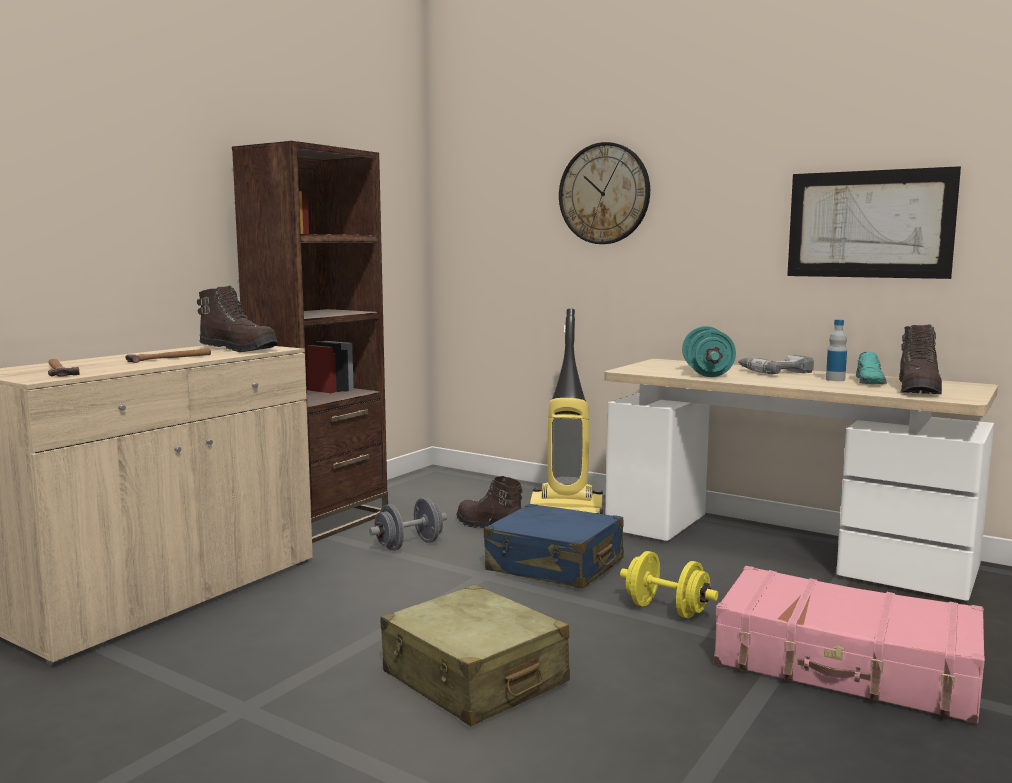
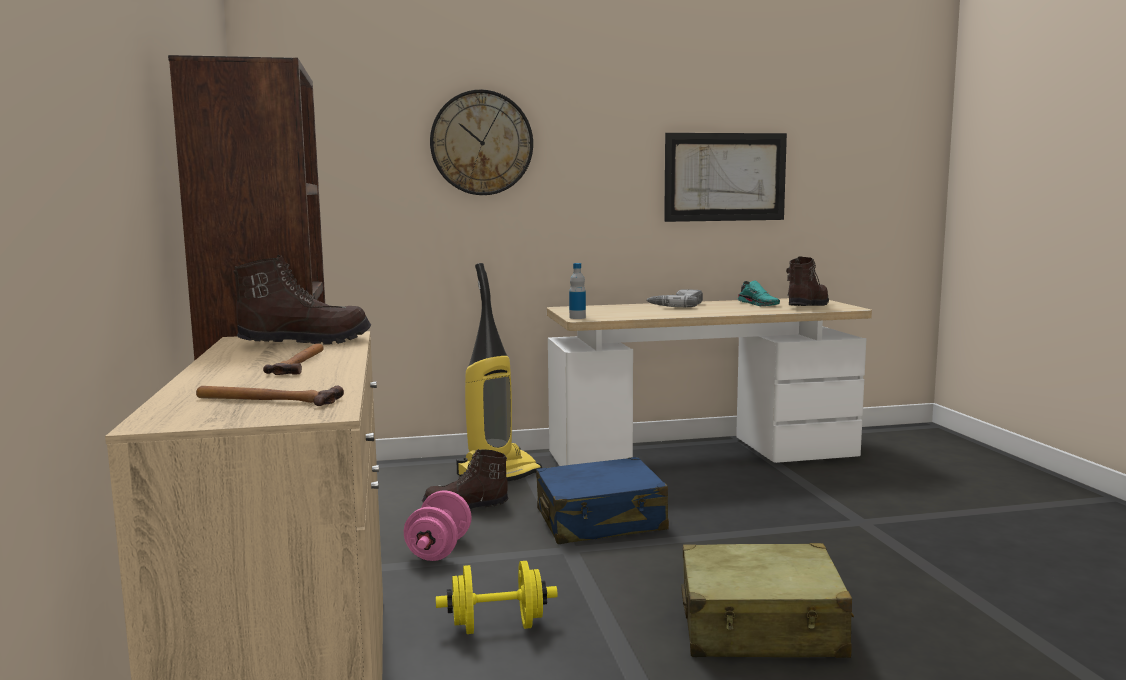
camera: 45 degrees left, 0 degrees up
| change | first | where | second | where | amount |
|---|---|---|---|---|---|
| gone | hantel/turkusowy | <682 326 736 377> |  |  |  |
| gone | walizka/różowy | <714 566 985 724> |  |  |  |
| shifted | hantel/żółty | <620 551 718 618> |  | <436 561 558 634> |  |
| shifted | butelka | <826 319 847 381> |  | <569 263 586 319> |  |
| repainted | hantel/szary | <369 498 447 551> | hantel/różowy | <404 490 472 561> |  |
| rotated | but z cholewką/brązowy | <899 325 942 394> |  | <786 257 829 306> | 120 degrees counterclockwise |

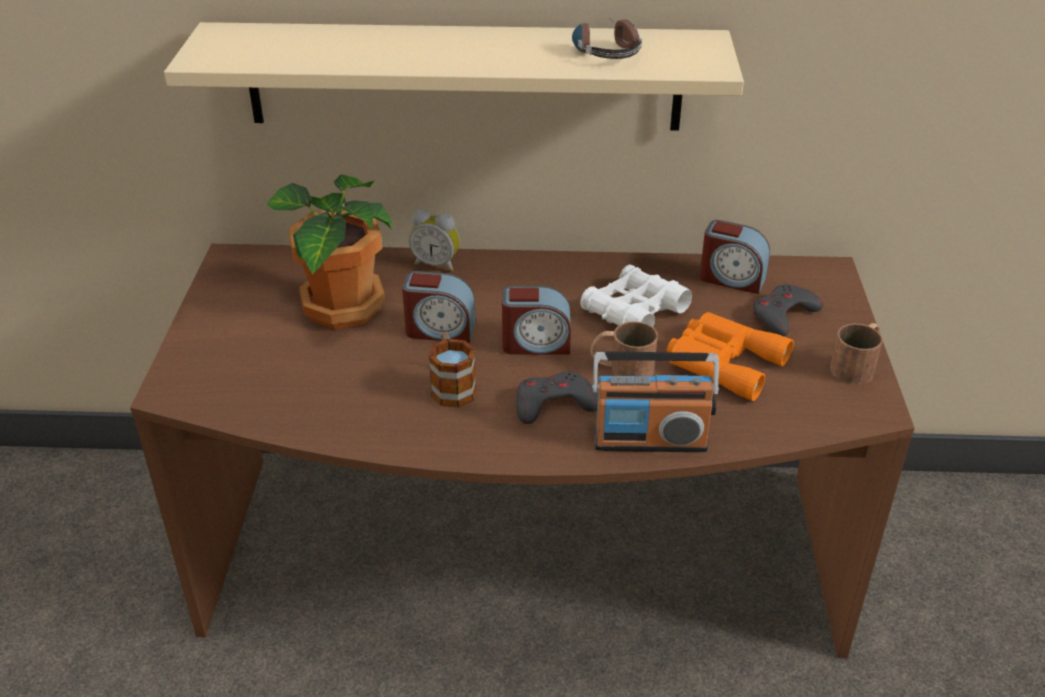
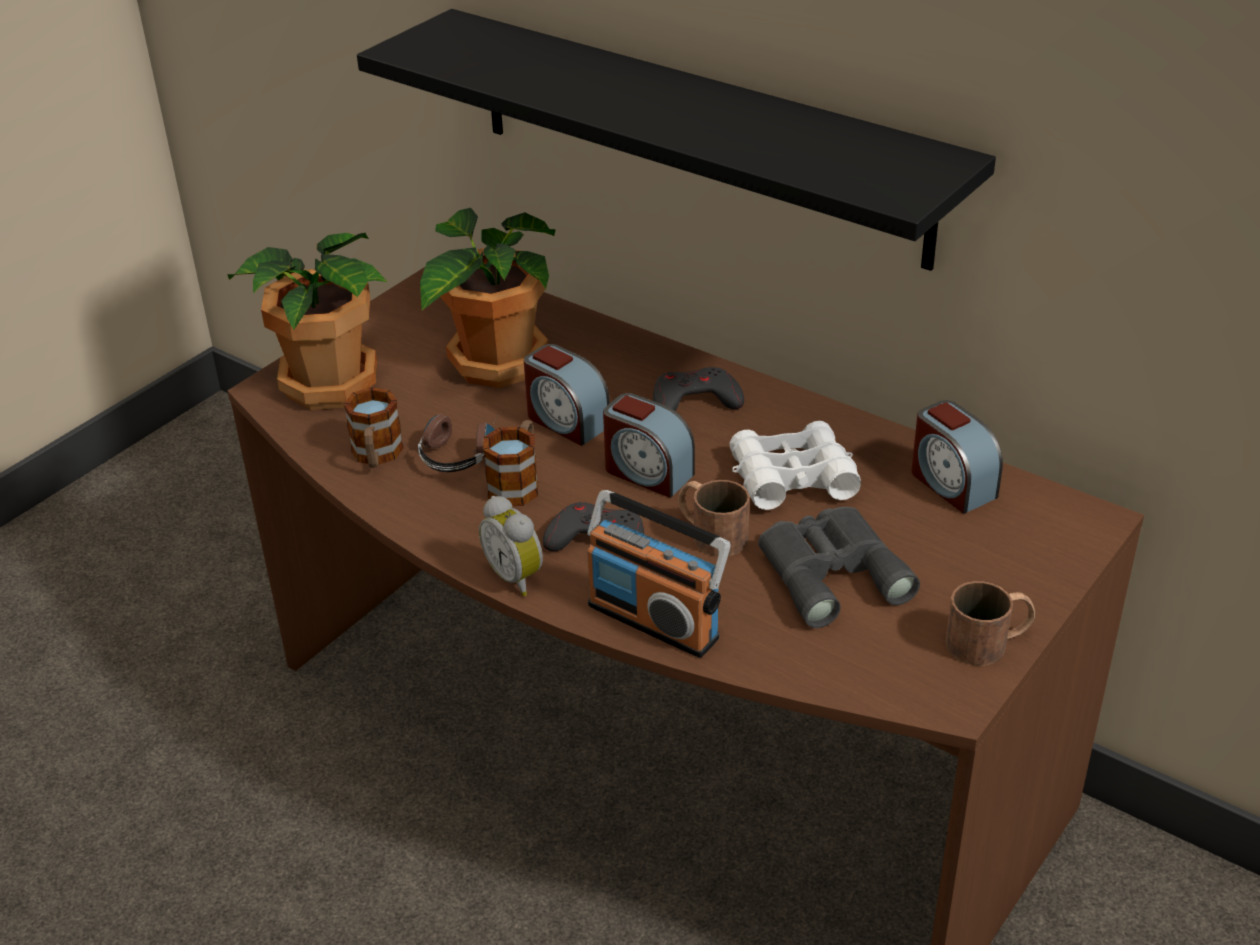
camera: 35 degrees right, 0 degrees up
| change | first | where | second | where | amount |
|---|---|---|---|---|---|
| new |  |  | roślina doniczkowa | <227 233 387 410> |  |
| new |  |  | kubek | <344 387 404 468> |  |
| shifted | budzik | <409 209 460 272> |  | <479 496 543 596> |  |
| shifted | słuchawki | <572 19 642 59> |  | <418 414 498 472> |  |
| shifted | pad do gier/szary | <753 284 823 336> |  | <653 367 744 412> |  |
| repainted | półka/beżowy | <164 22 744 131> | półka/czarny | <357 9 996 271> |  |
| repainted | lornetka/pomarańczowy | <667 312 794 401> | lornetka/szary | <758 507 920 628> |  |

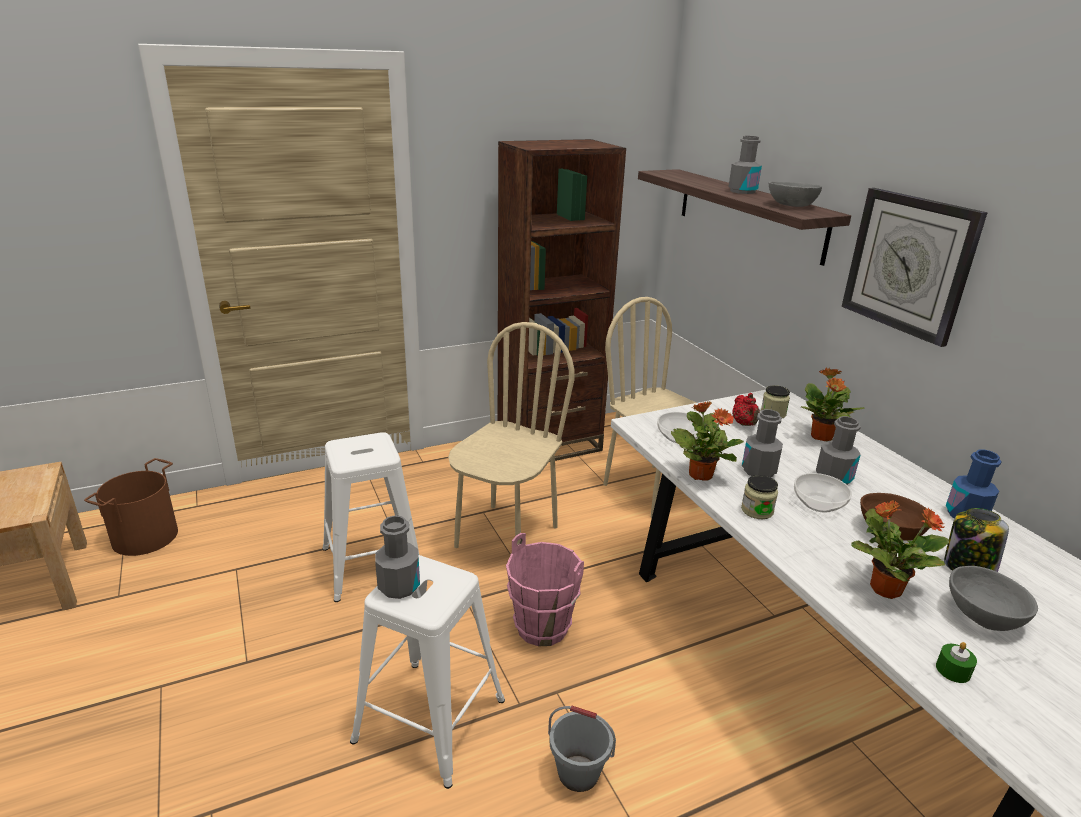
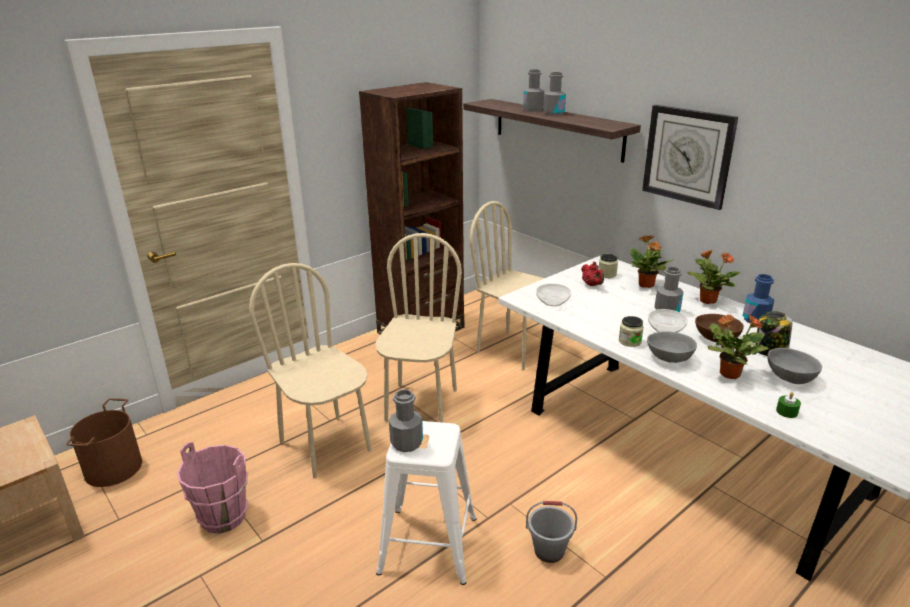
camera: 15 degrees left, 0 degrees up
| change | first | where | second | where | amount |
|---|---|---|---|---|---|
| shifted | wiadro/różowy | <506 533 584 646> |  | <177 442 248 534> |  |
| shifted | roślina doniczkowa | <671 401 744 481> |  | <687 249 741 304> |  |
| shifted | butelka/szary | <742 409 783 477> |  | <523 69 544 112> |  |
| shifted | miska/szary | <769 181 822 207> |  | <647 331 697 363> |  |
| swapped | stołek/biały | <322 432 419 602> | krzesło/beżowy | <249 263 371 478> |  |

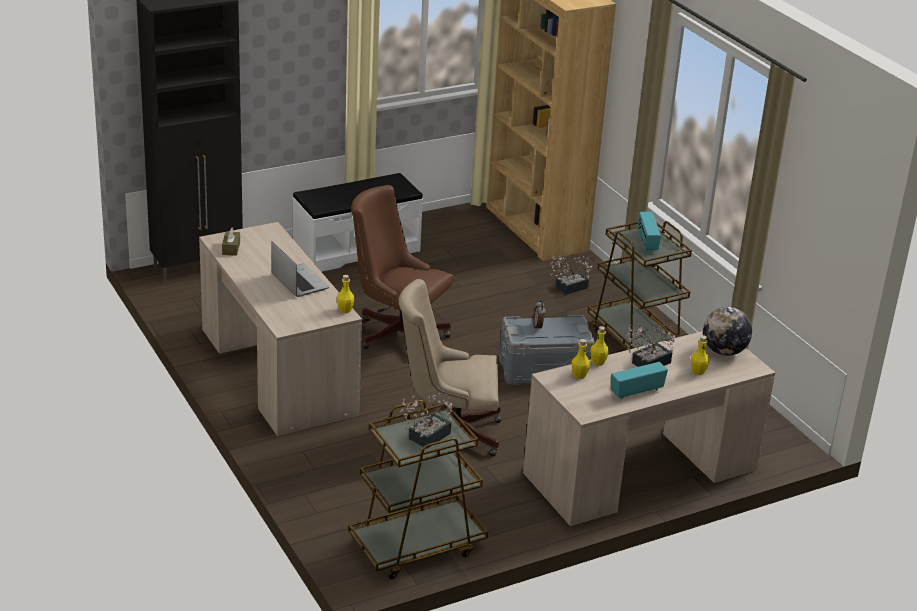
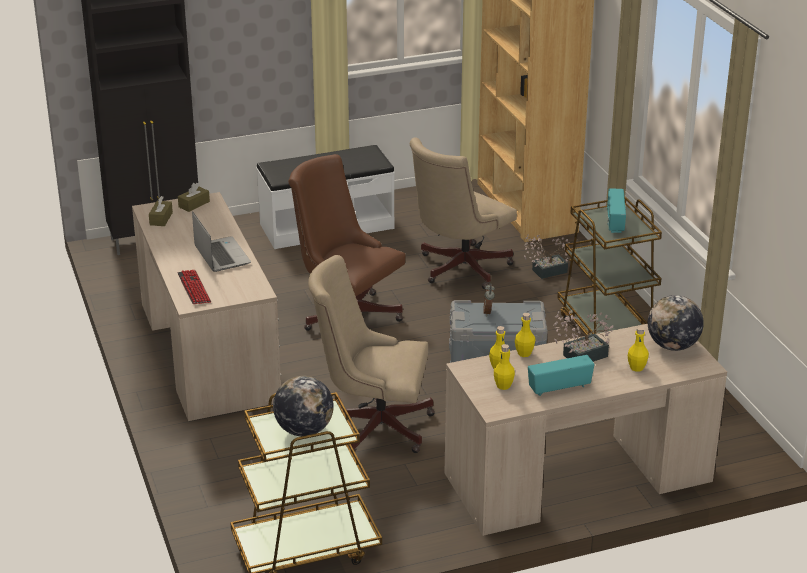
camera: 10 degrees right, 0 degrees up
| change | first | where | second | where | amount |
|---|---|---|---|---|---|
| new |  |  | klawiatura | <177 270 211 304> |  |
| new |  |  | pudełko chusteczek/brązowy | <178 183 210 212> |  |
| new |  |  | krzesło biurowe/beżowy | <410 137 517 289> |  |
| shifted | butelka/żółty | <337 275 354 313> |  | <494 344 515 390> |  |
| swapped | roślina doniczkowa | <399 392 453 449> | globus | <273 376 334 437> |  |

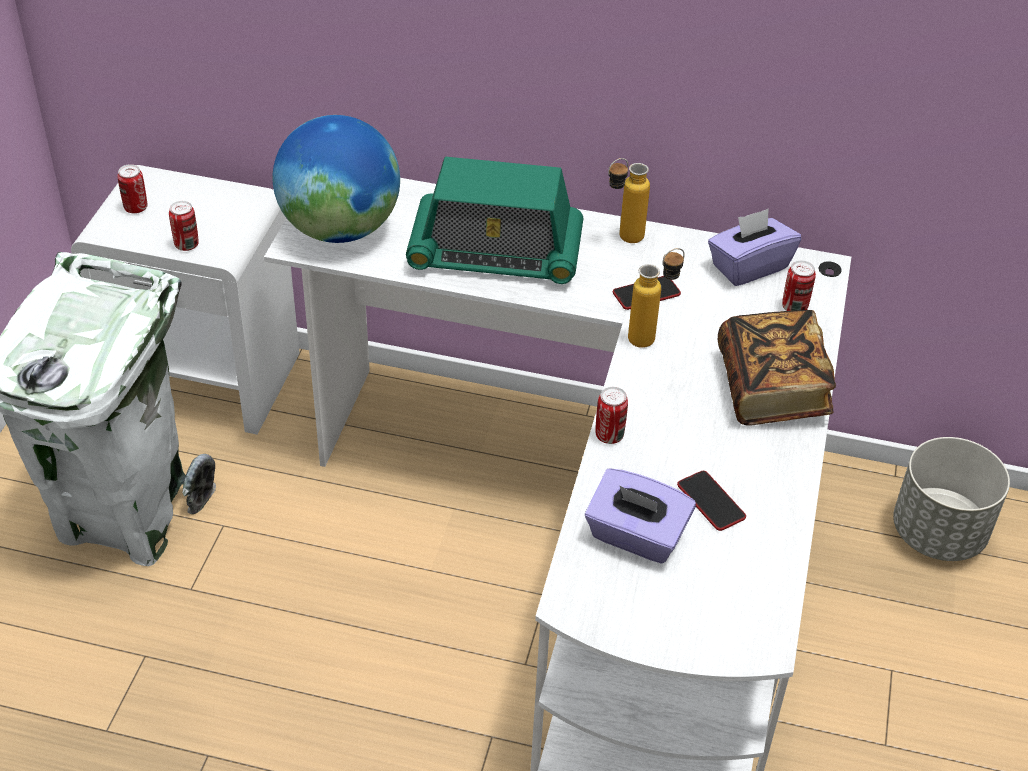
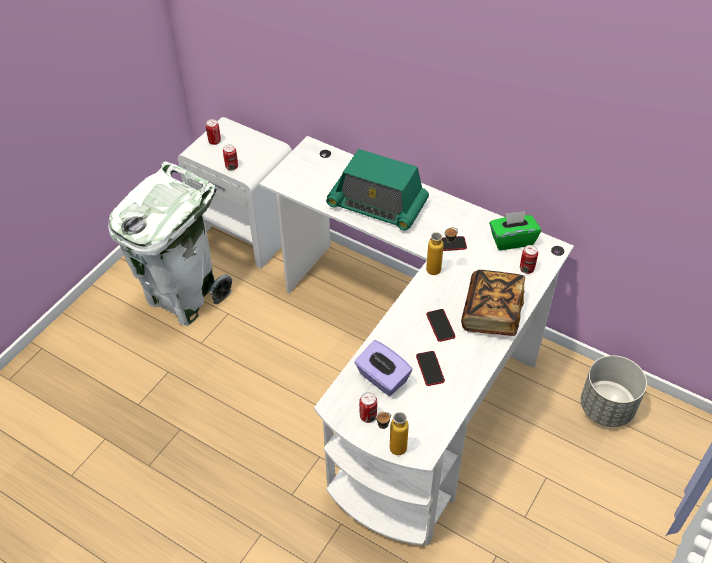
camera: 20 degrees right, 5 degrees up
| change | first | where | second | where | amount |
|---|---|---|---|---|---|
| gone | globus | <273 115 400 243> |  |  |  |
| new |  |  | telefon | <426 309 455 342> |  |
| shifted | puszka | <595 387 628 444> |  | <359 392 377 423> |  |
| shifted | butelka | <608 158 650 243> |  | <376 412 409 455> |  |
| repainted | pudełko chusteczek/fioletowy | <708 208 801 286> | pudełko chusteczek/zielony | <489 211 541 250> |  |

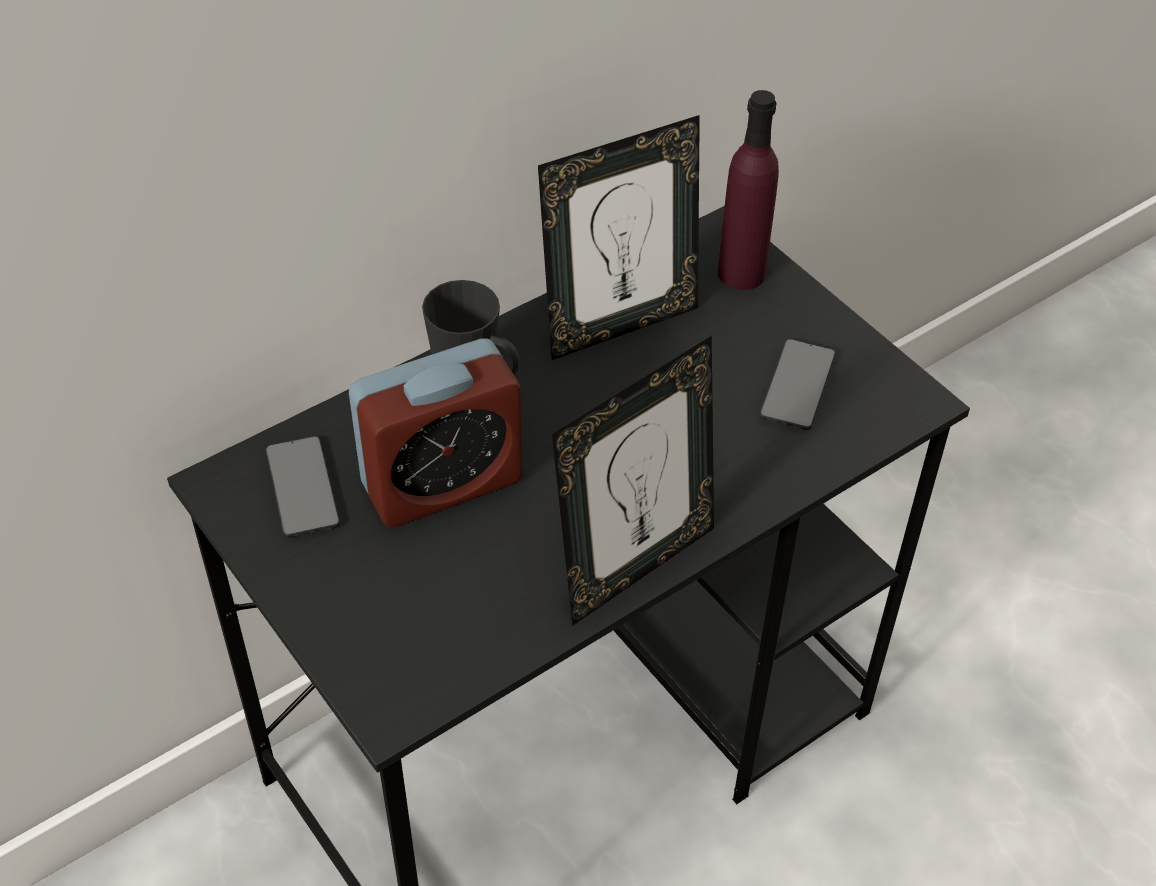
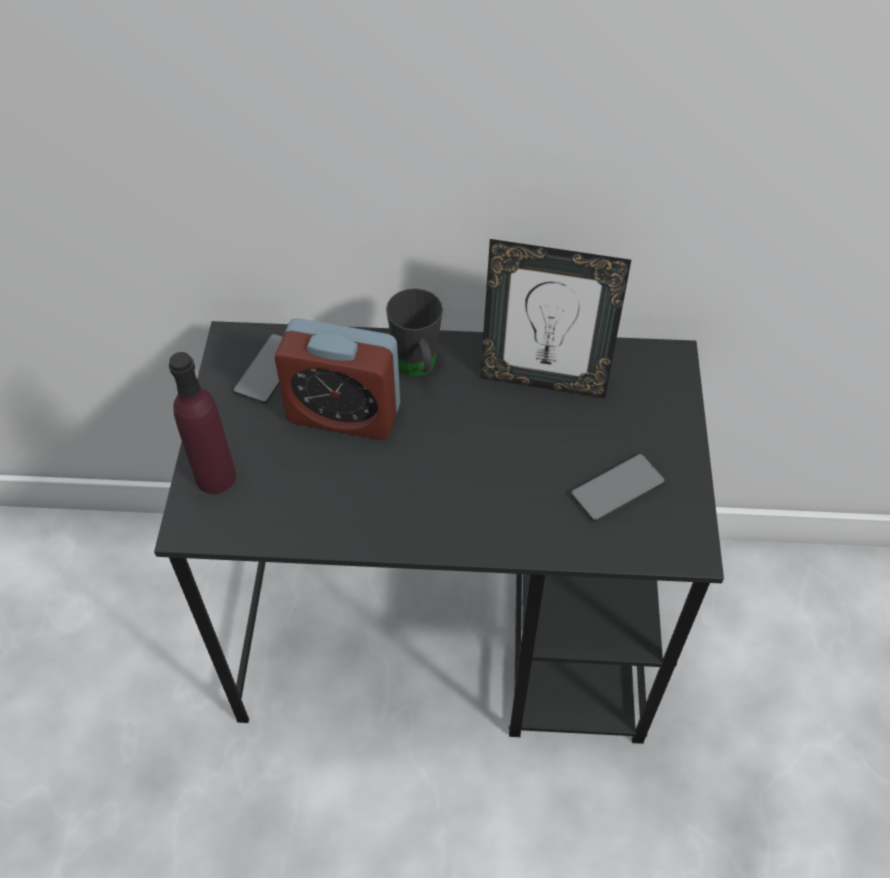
camera: 40 degrees right, 5 degrees up
| change | first | where | second | where | amount |
|---|---|---|---|---|---|
| gone | ramka na zdjęcie | <552 336 714 626> |  |  |  |
| shifted | butelka/fioletowy | <718 90 779 290> |  | <169 352 236 494> |  |

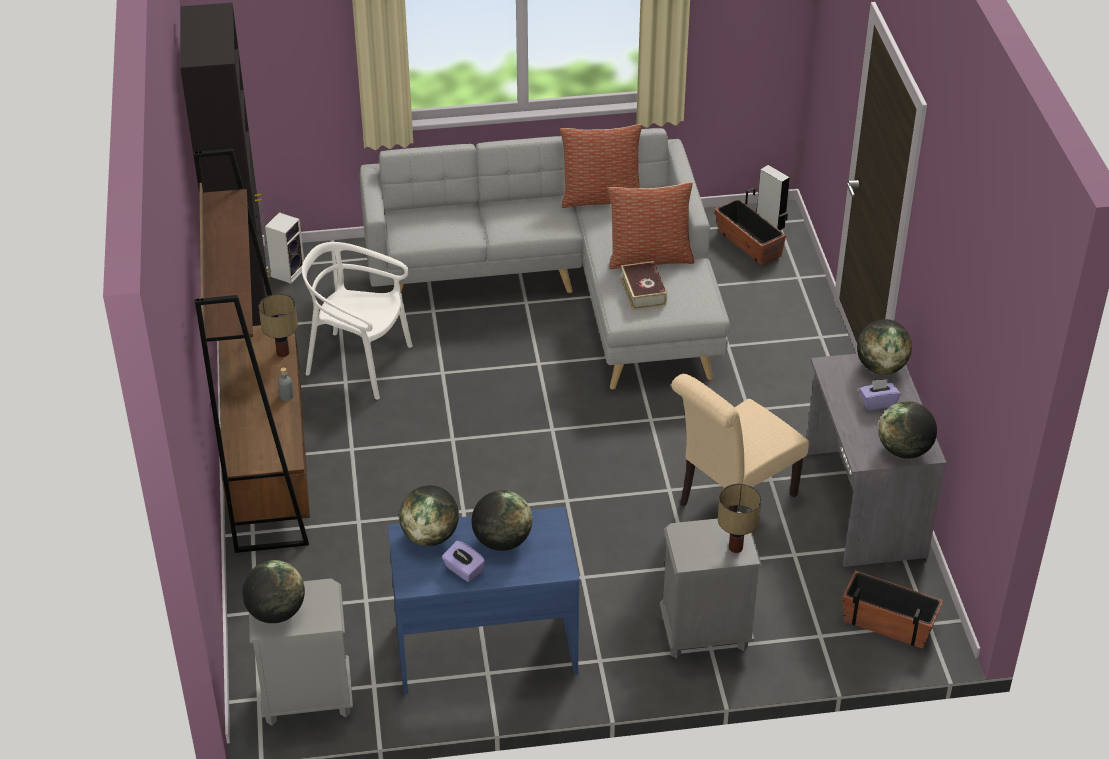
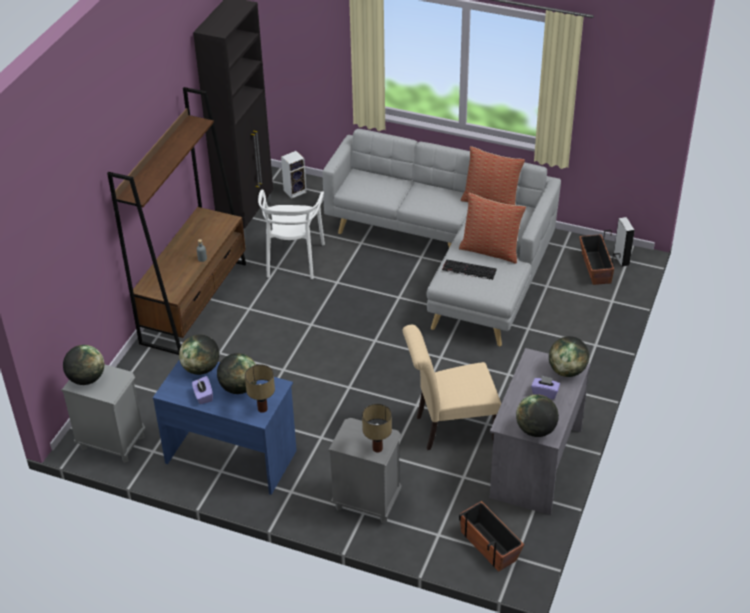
camera: 30 degrees right, 0 degrees up
| change | first | where | second | where | amount |
|---|---|---|---|---|---|
| shifted | lampa stołowa | <259 294 298 357> |  | <245 365 275 413> |  |
| swapped | książka | <620 261 667 310> | klawiatura | <442 259 497 280> |  |
| rotated | krzesło/biały | <302 242 413 400> |  | <258 190 325 279> | 135 degrees counterclockwise |

